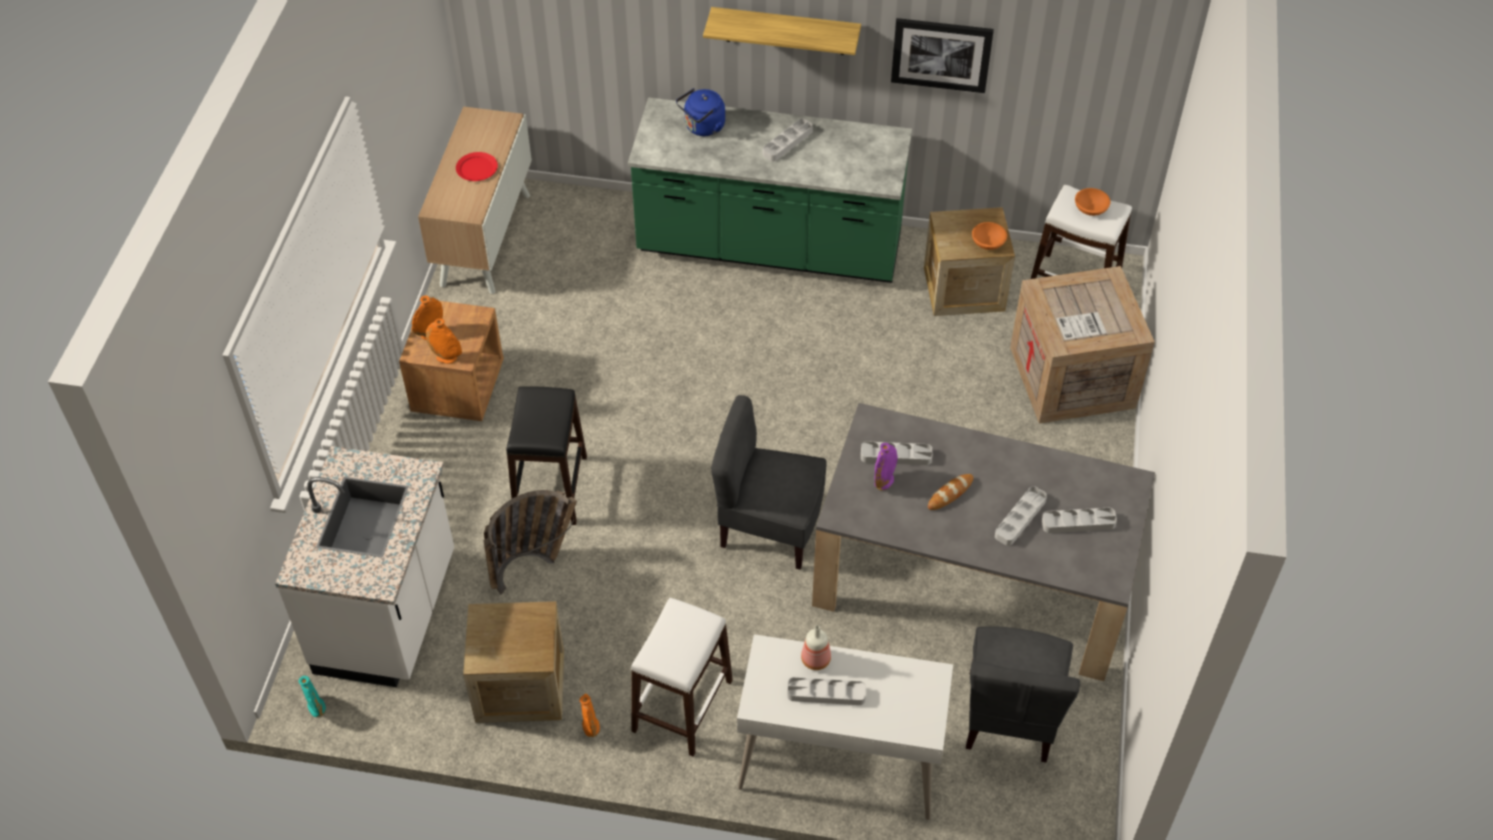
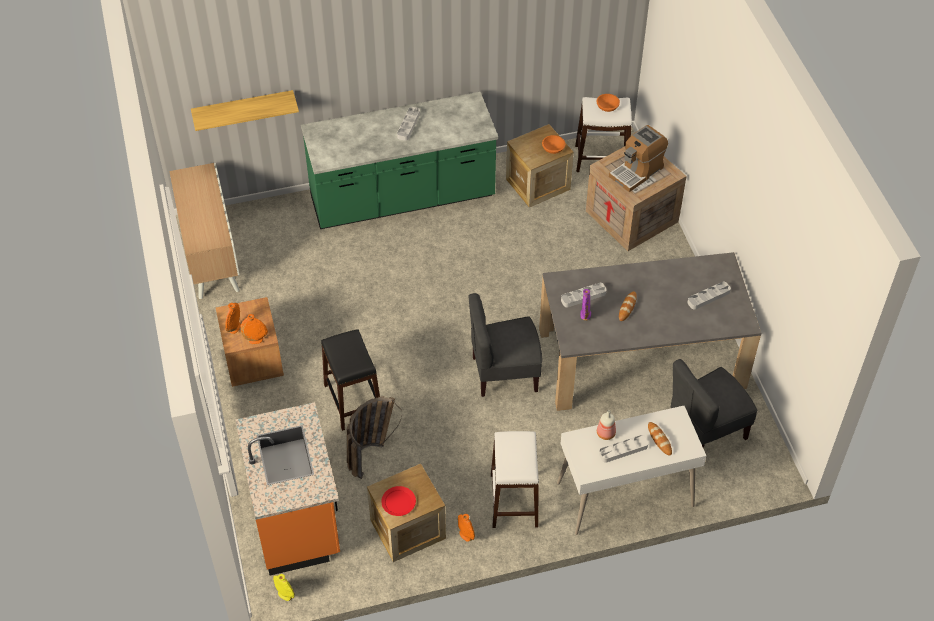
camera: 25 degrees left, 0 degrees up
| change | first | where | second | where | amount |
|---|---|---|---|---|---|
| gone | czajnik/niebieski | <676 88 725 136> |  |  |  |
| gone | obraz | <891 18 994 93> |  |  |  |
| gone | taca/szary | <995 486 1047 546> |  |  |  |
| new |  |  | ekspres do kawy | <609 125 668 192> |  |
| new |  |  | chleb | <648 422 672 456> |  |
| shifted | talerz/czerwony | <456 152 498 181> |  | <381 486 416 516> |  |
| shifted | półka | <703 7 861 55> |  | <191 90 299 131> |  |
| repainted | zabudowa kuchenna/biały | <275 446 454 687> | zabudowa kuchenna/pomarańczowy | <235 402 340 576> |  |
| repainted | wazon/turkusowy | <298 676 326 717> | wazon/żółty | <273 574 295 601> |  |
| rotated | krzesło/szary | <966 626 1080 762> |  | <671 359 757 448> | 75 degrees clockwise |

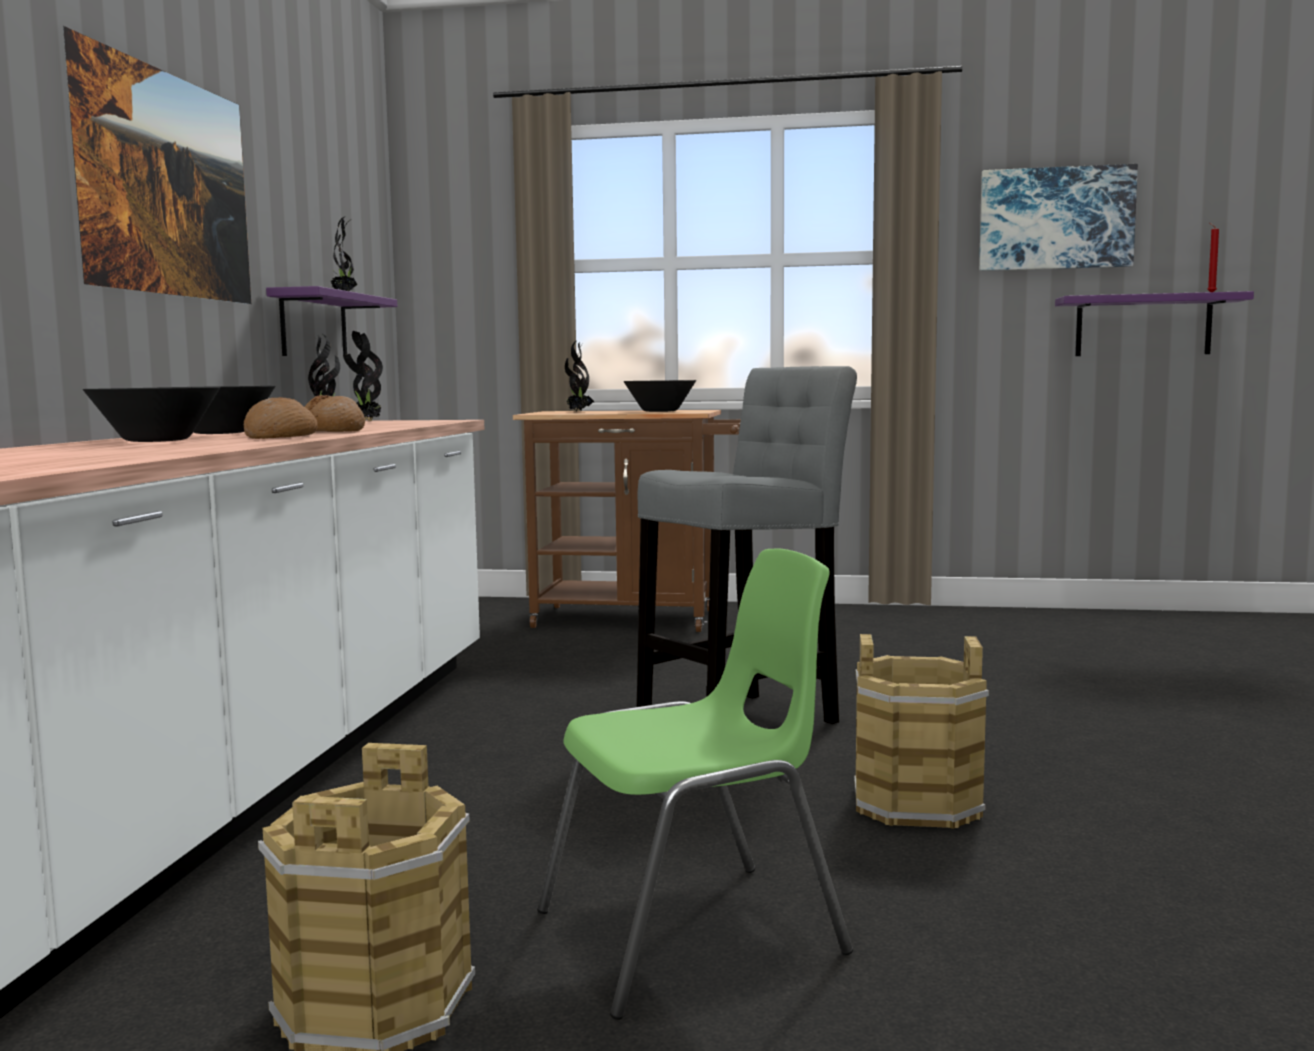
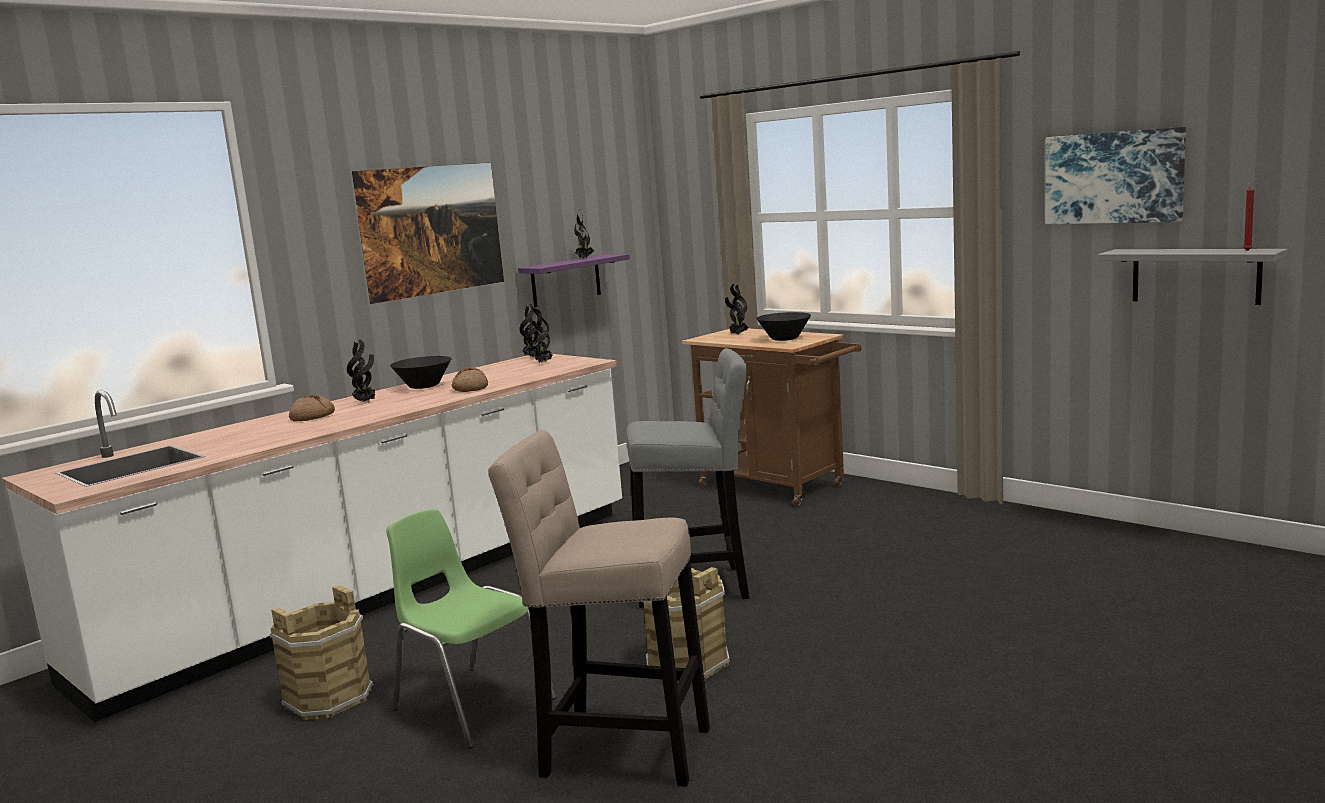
camera: 35 degrees right, 5 degrees up
| change | first | where | second | where | amount |
|---|---|---|---|---|---|
| new |  |  | stołek/beżowy | <488 430 710 787> |  |
| shifted | chleb | <244 397 318 439> |  | <289 394 335 421> |  |
| swapped | miska/czarny | <83 387 220 442> | roślina doniczkowa | <347 339 375 402> |  |
| repainted | półka/fioletowy | <1055 291 1254 356> | półka/szary | <1098 249 1288 305> |  |
| rotated | krzesło/zielony | <537 548 853 1020> |  | <386 509 556 749> | 150 degrees counterclockwise |

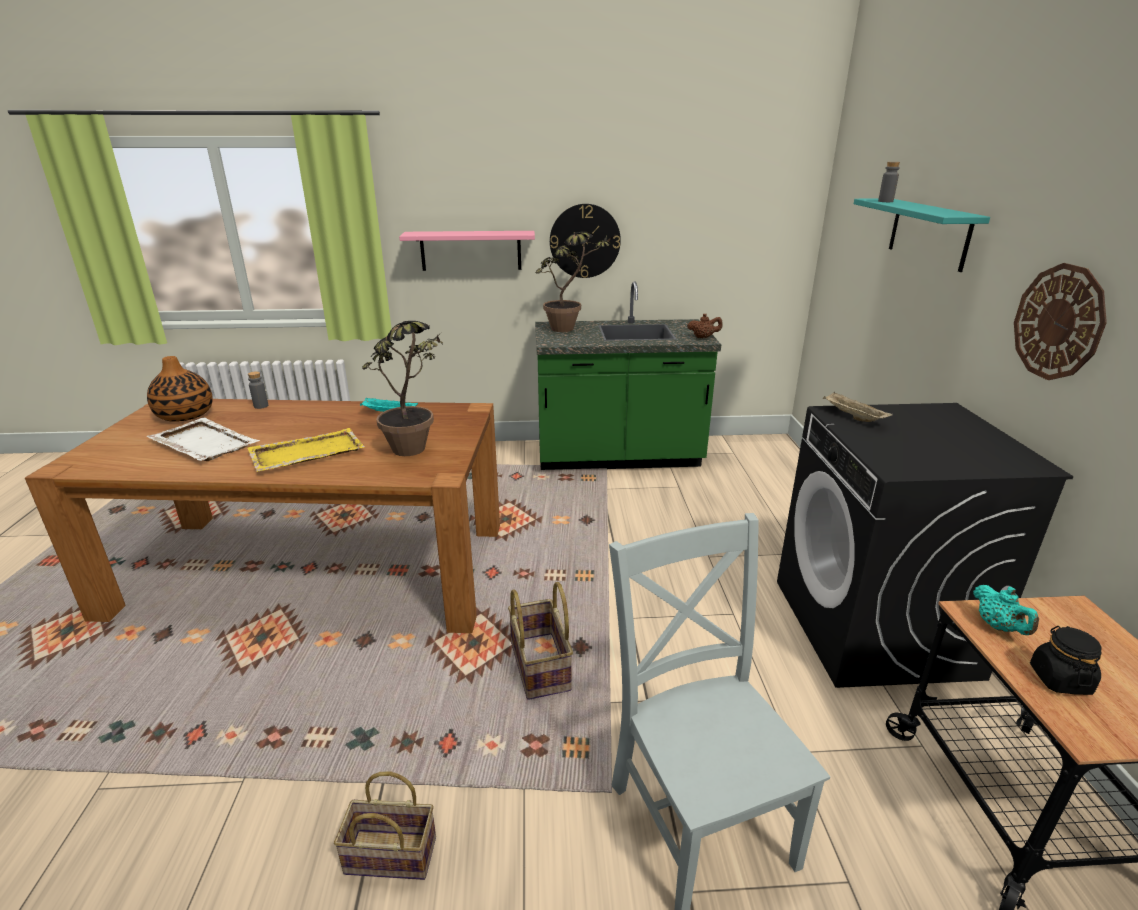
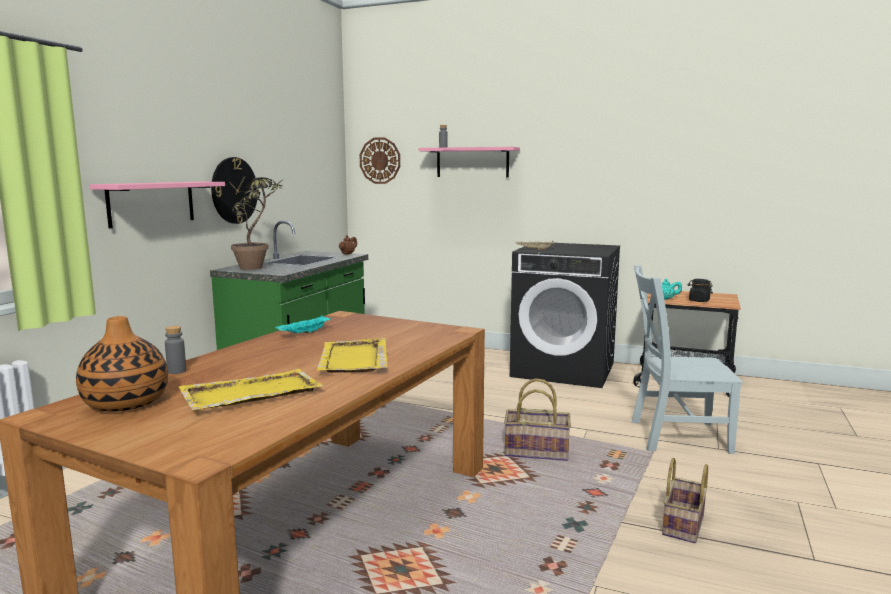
camera: 65 degrees left, 15 degrees down
| change | first | where | second | where | amount |
|---|---|---|---|---|---|
| gone | roślina doniczkowa | <362 321 443 456> |  |  |  |
| shifted | zegar ścienny | <1014 263 1107 380> |  | <360 137 400 184> |  |
| repainted | taca/biały | <147 417 260 461> | taca/żółty | <179 369 323 410> |  |
| repainted | półka/turkusowy | <854 199 990 272> | półka/różowy | <419 147 520 177> |  |

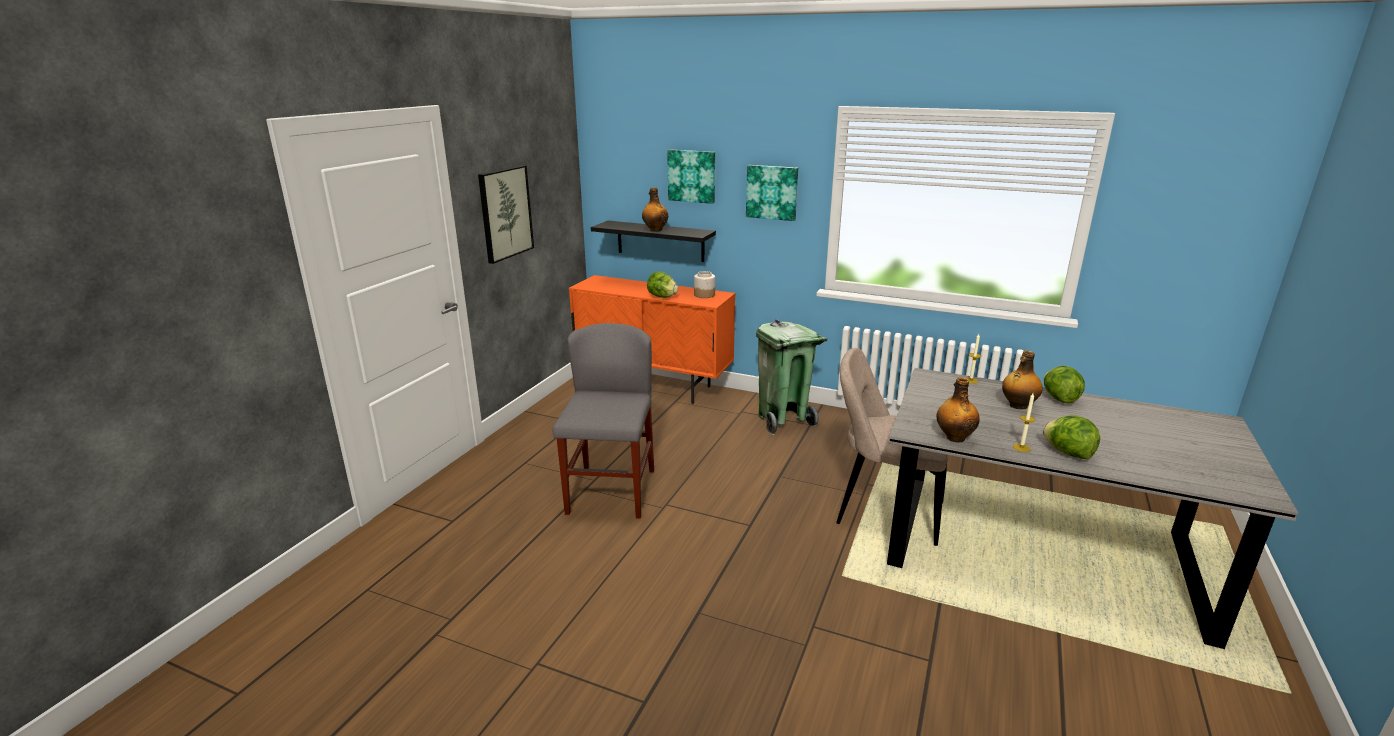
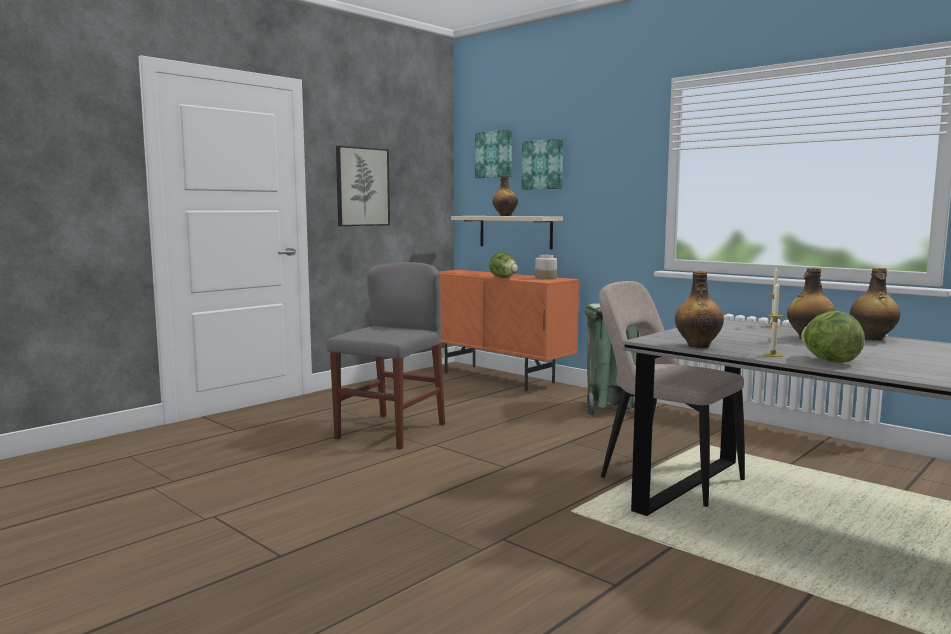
camera: 20 degrees right, 15 degrees down
| change | first | where | second | where | amount |
|---|---|---|---|---|---|
| shifted | obraz | <746 165 798 221> |  | <475 129 512 178> |  |
| swapped | sałata | <1044 366 1085 404> | butelka | <850 268 900 341> |  |
| repainted | półka/czarny | <591 221 716 262> | półka/beżowy | <451 216 563 250> |  |

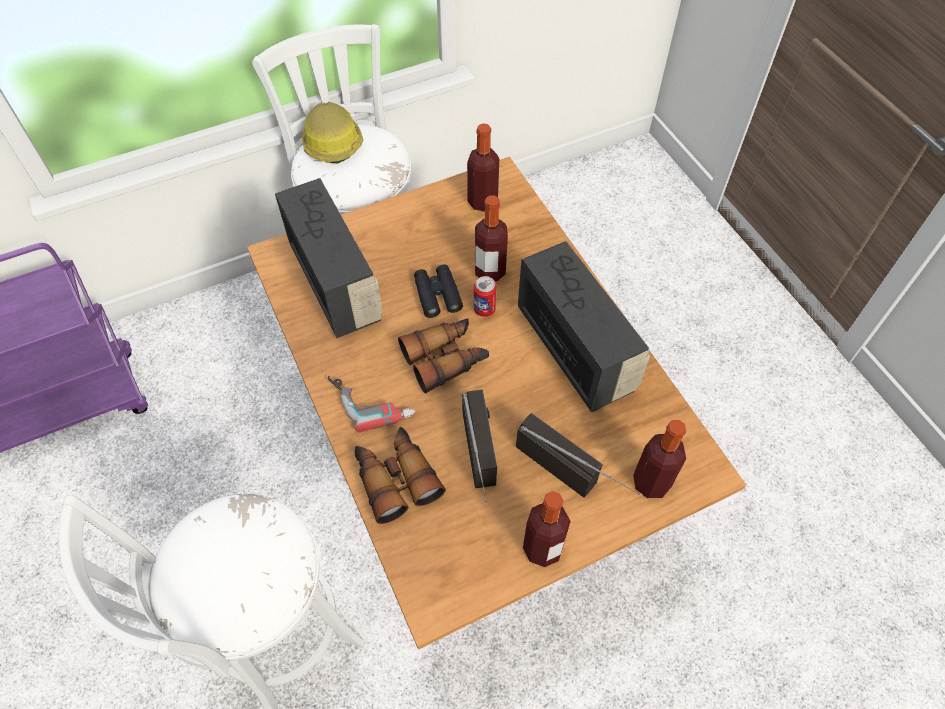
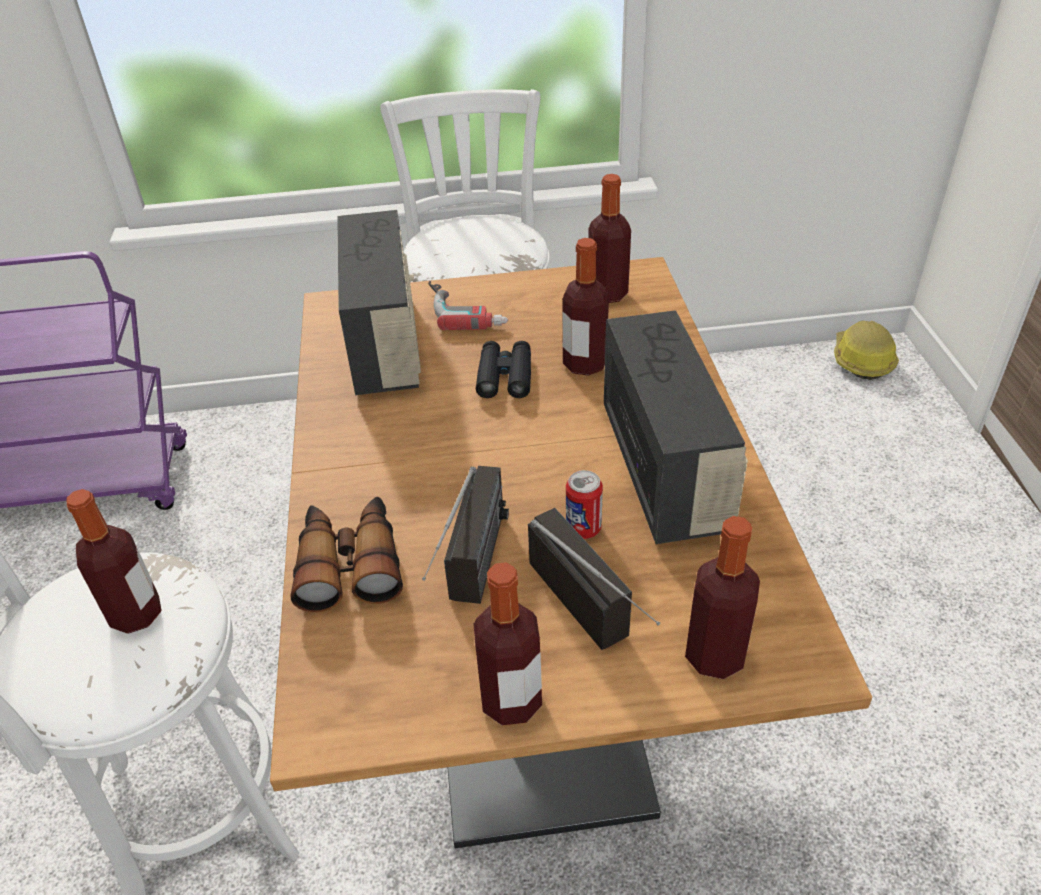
camera: 20 degrees right, 15 degrees down
| change | first | where | second | where | amount |
|---|---|---|---|---|---|
| gone | lornetka | <398 318 489 394> |  |  |  |
| new |  |  | butelka | <66 489 162 634> |  |
| shifted | kask | <302 102 363 163> |  | <834 321 899 380> |  |
| shifted | wiertarka | <328 375 416 432> |  | <428 281 508 330> |  |
| shifted | puszka | <474 276 497 317> |  | <566 470 603 539> |  |

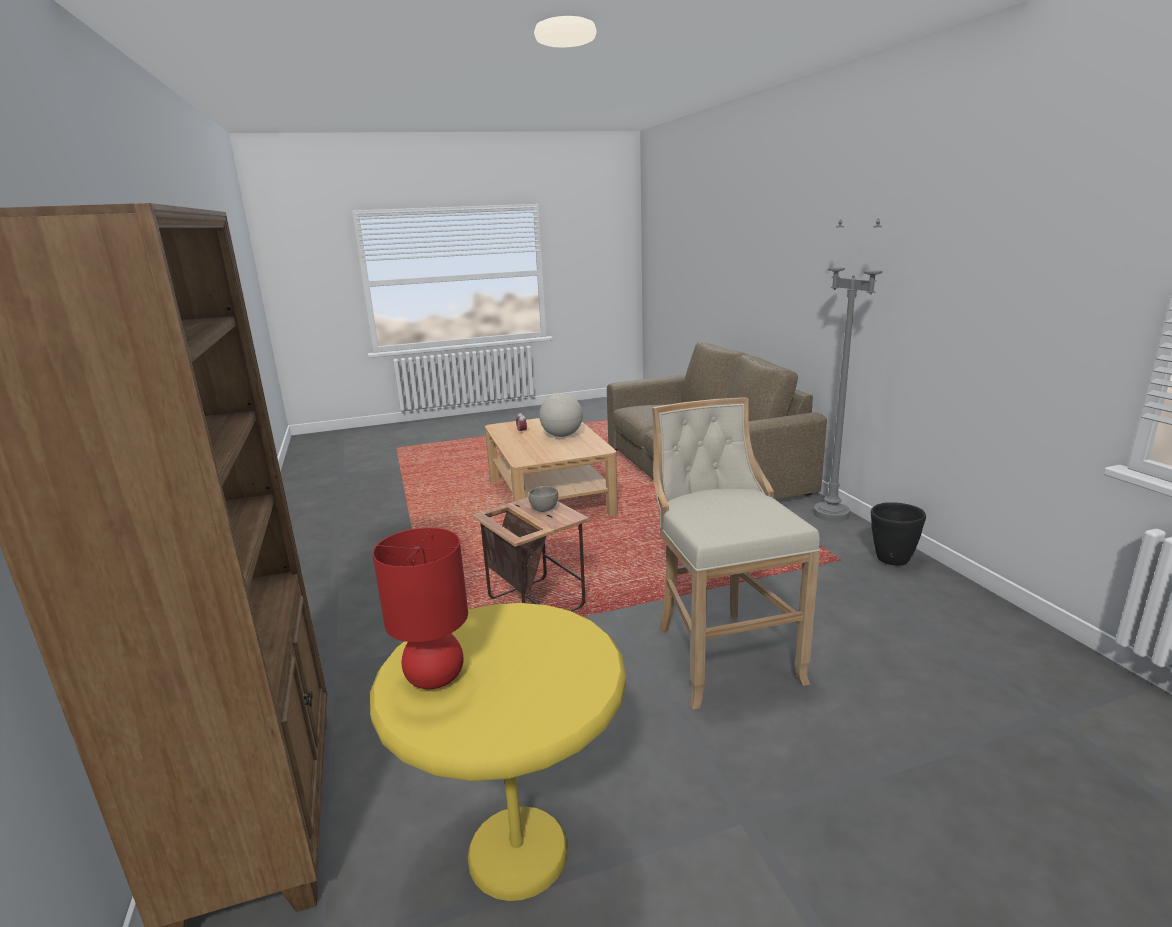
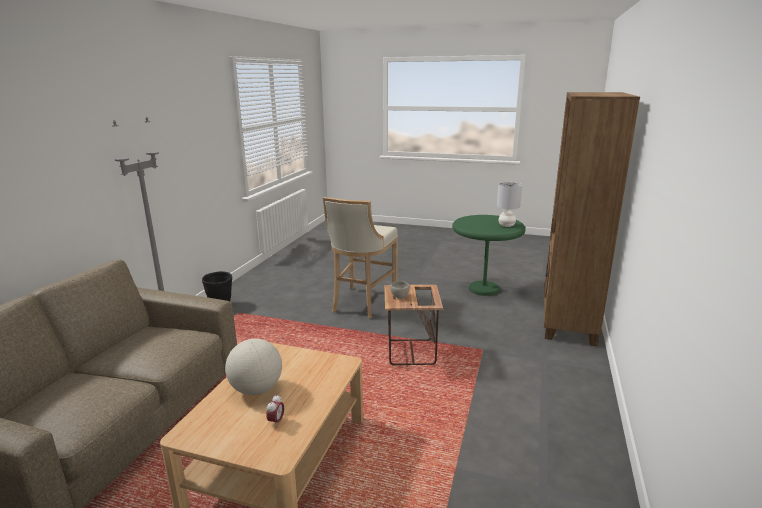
camera: 145 degrees left, 0 degrees up
| change | first | where | second | where | amount |
|---|---|---|---|---|---|
| repainted | stolik/żółty | <370 603 626 901> | stolik/zielony | <452 215 526 296> |  |
| repainted | lampa stołowa/czerwony | <372 527 468 689> | lampa stołowa/szary | <497 182 522 227> |  |

